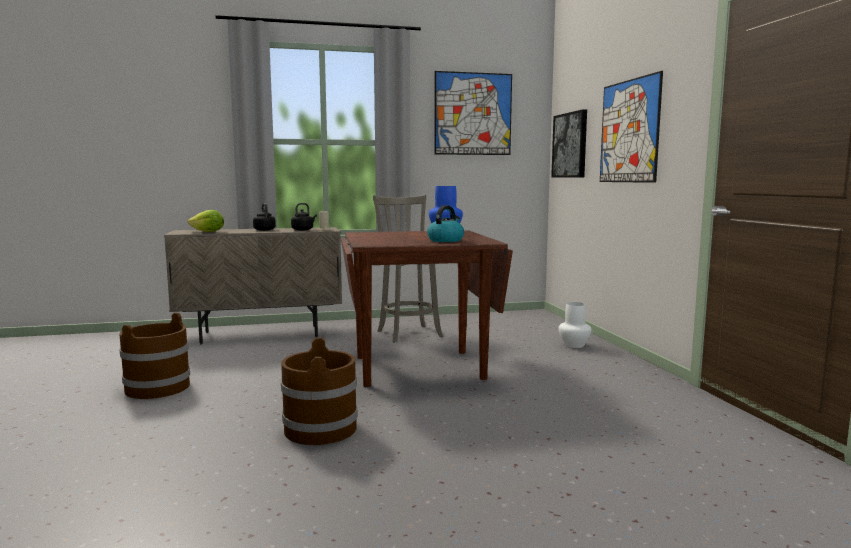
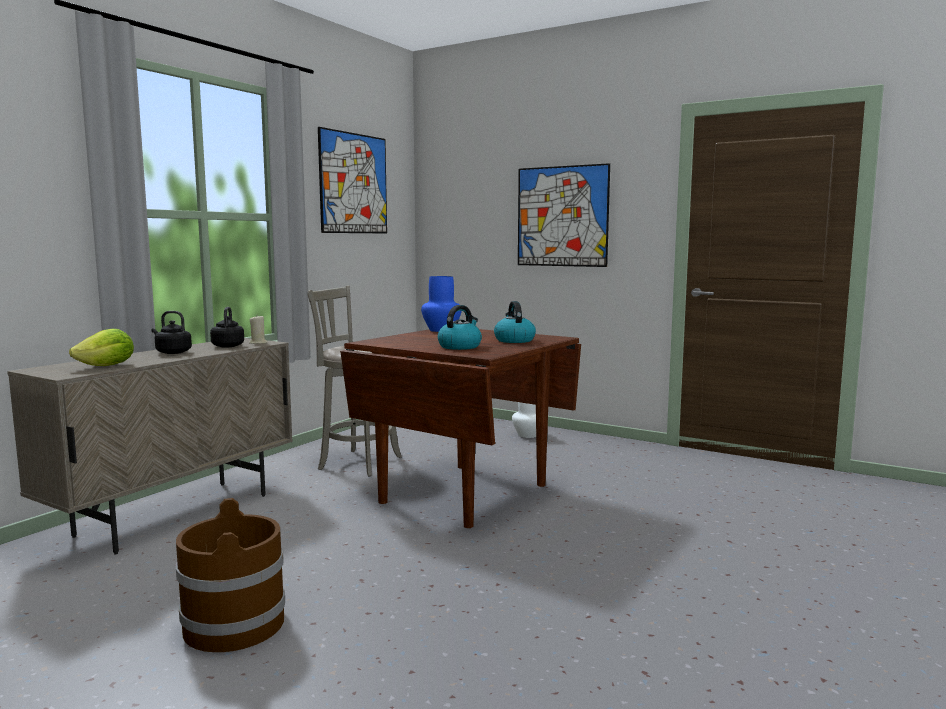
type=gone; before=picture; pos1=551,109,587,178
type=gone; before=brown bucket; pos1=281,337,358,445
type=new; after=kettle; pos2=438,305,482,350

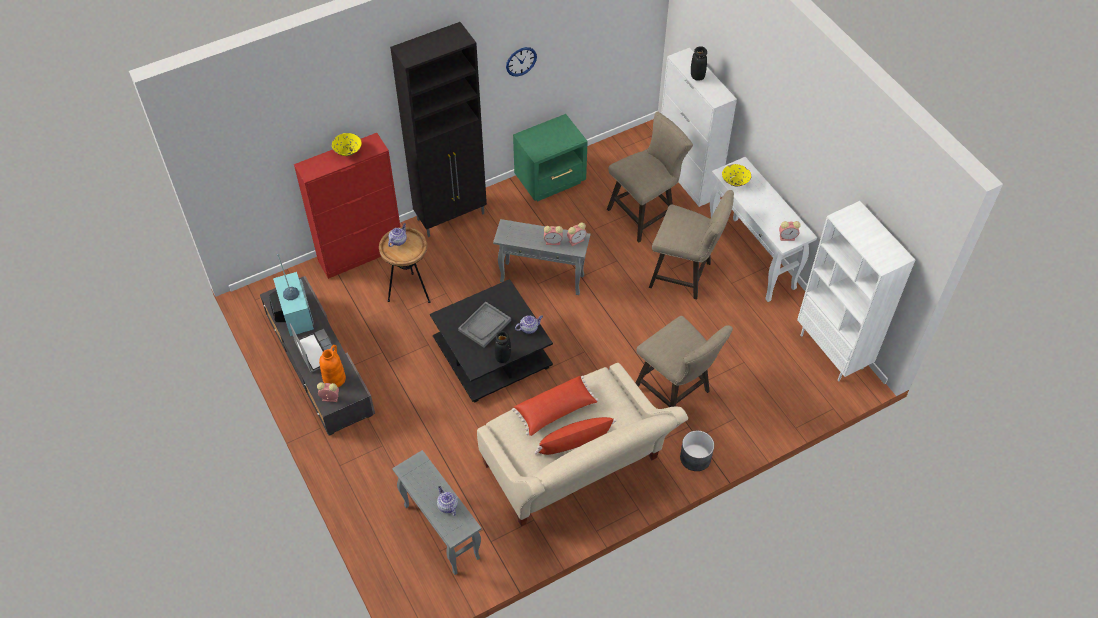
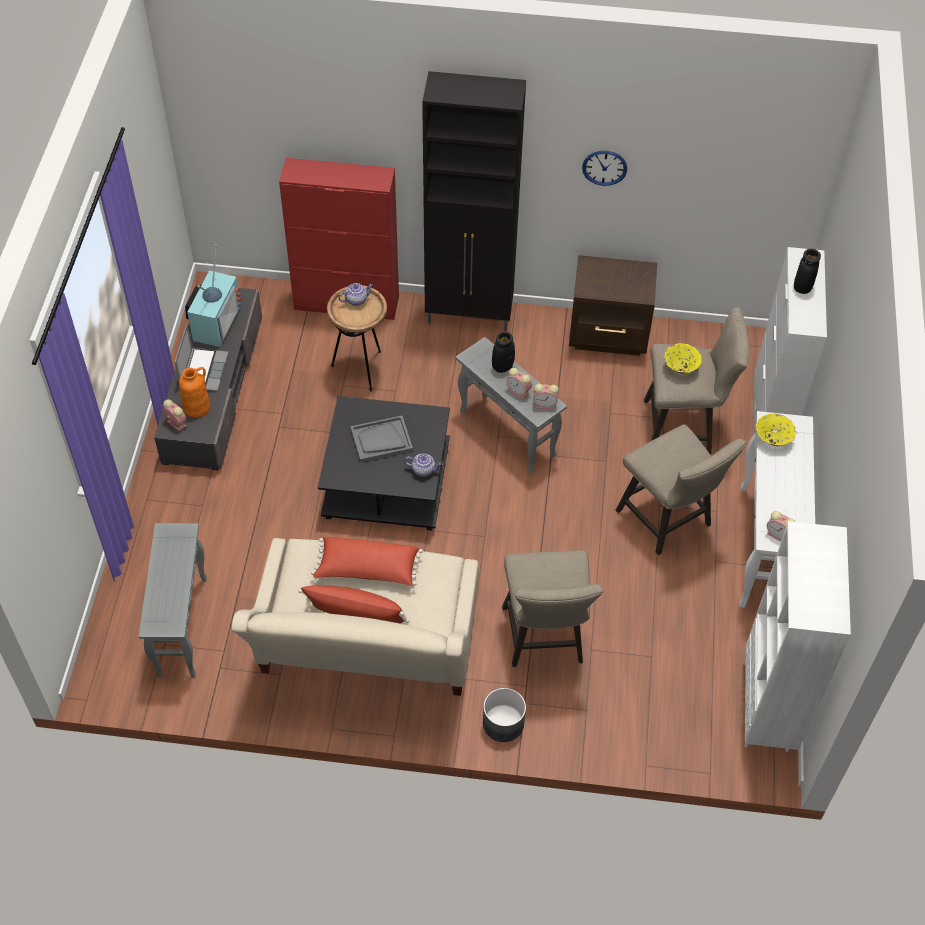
type=repainted; before=green nightstand; after=brown nightstand; pos1=513,114,588,202; pos2=569,255,657,356
type=shifted; before=yellow bowl; pos1=331,133,362,156; pos2=664,343,702,373
type=shifted; before=black vase; pos1=495,331,511,363; pos2=492,332,515,373
type=gone; before=teapot; pos1=437,486,458,516

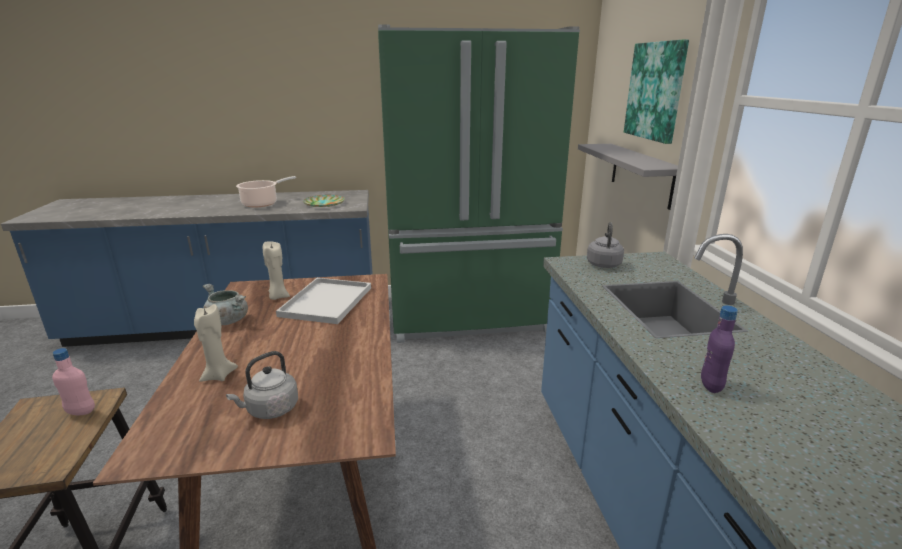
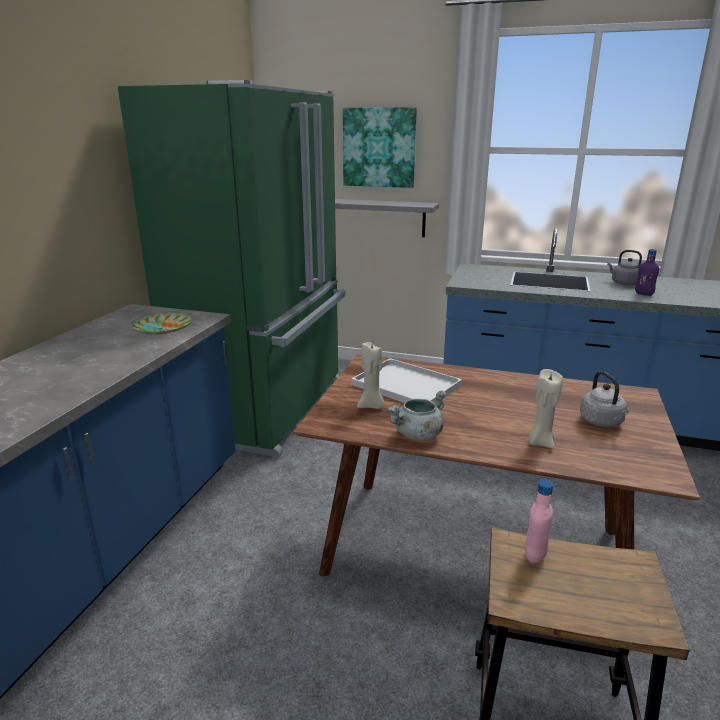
type=gone; before=cooking pot; pos1=236,176,296,207
type=shifted; before=grey kettle; pos1=587,222,624,268; pos2=607,250,642,286

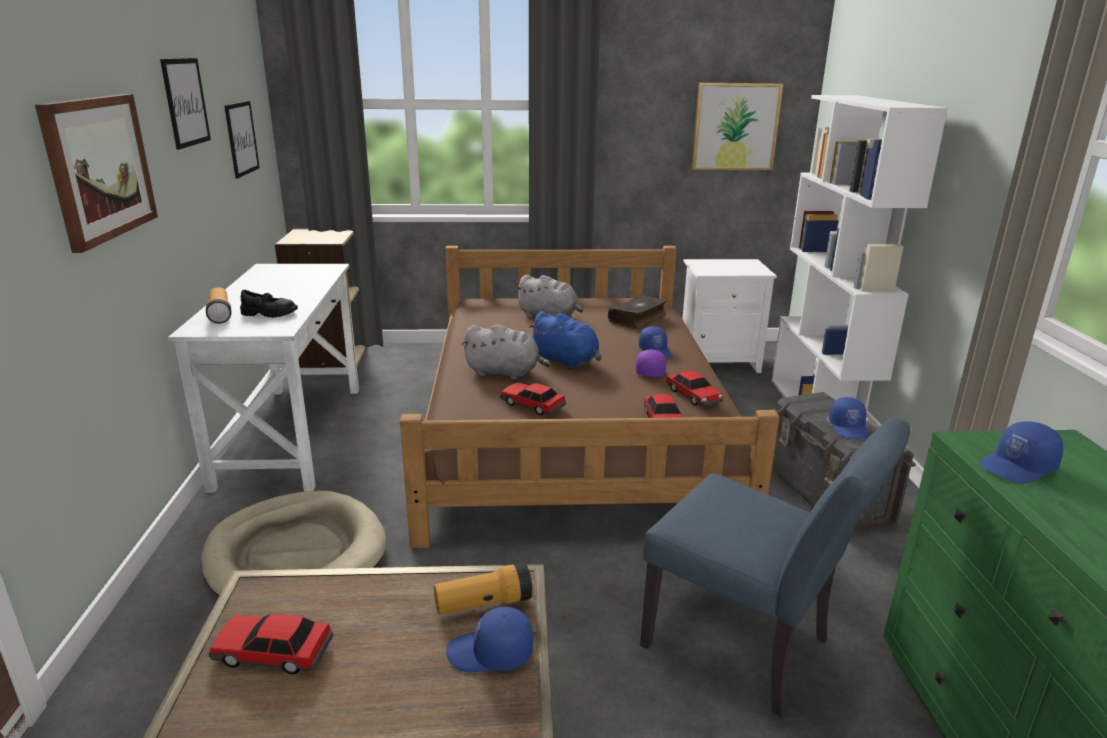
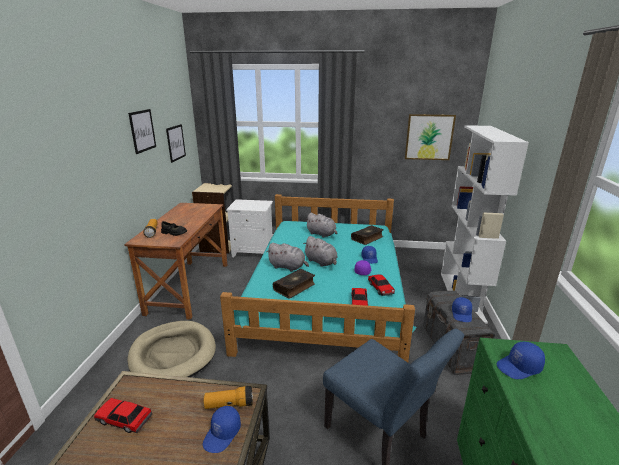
type=gone; before=picture; pos1=35,94,158,253
type=repainted; before=brown bed; after=turquoise bed; pos1=400,246,780,548; pos2=220,194,417,363
type=shifted; before=white nightstand; pos1=682,259,777,373; pos2=226,199,273,257
type=repainted; before=white desk; after=brown desk; pos1=168,264,359,493; pos2=124,203,227,320
type=repainted; before=blue plush toy; after=grey plush toy; pos1=528,311,601,368; pos2=303,236,338,267
type=swapped; before=toy car; after=book; pos1=500,382,566,415; pos2=273,269,315,298
type=rotated; before=blue cap; pos1=446,607,533,672; pos2=203,406,241,453; turn=-75

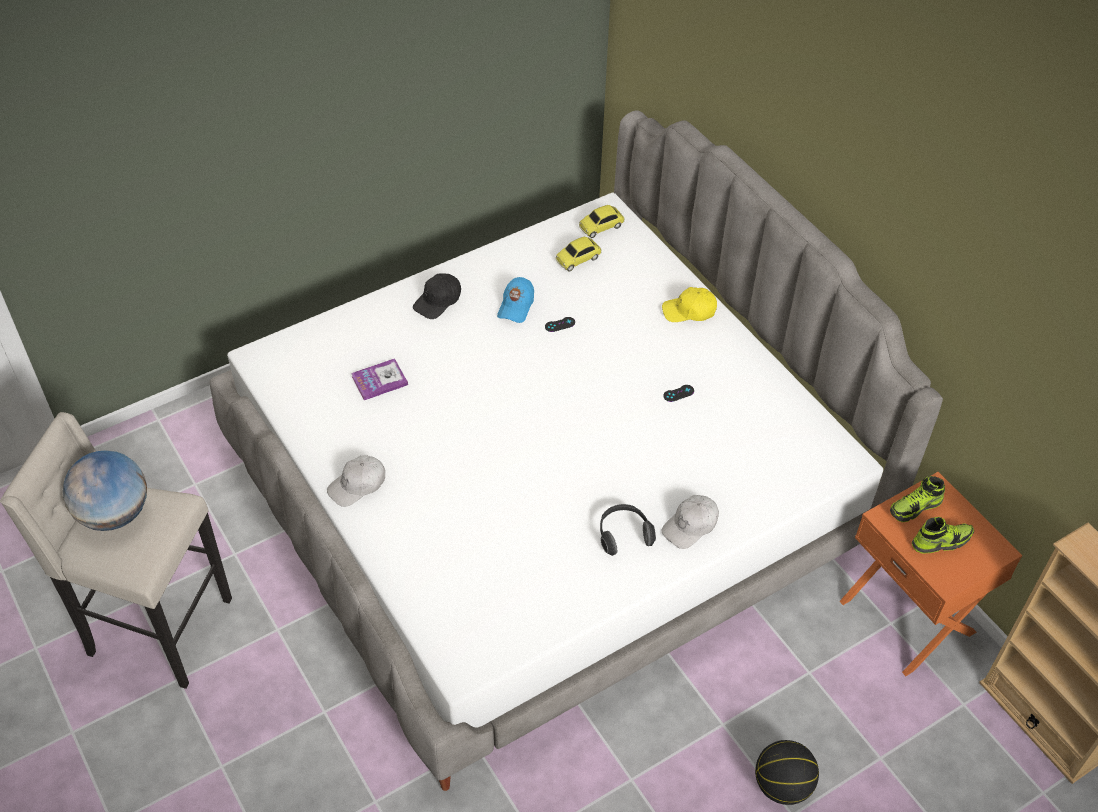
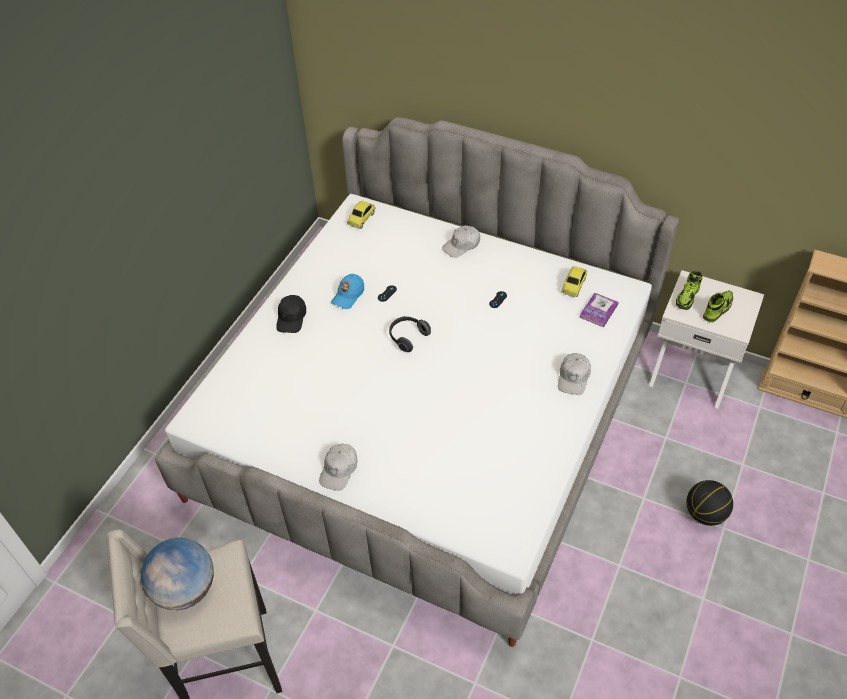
type=shifted; before=toy car; pos1=555,237,602,272; pos2=561,266,587,297
type=rotated; before=blue cap; pos1=497,277,534,323; pos2=331,274,364,309; turn=45
type=repainted; before=yellow cap; after=white cap; pos1=662,287,717,322; pos2=442,225,480,258
type=shifted; before=book; pos1=351,358,408,400; pos2=579,292,619,328
type=repainted; before=orange nightstand; after=white nightstand; pos1=840,472,1022,676; pos2=649,270,764,409
type=shifted; before=headphones; pos1=600,504,656,556; pos2=389,316,431,352

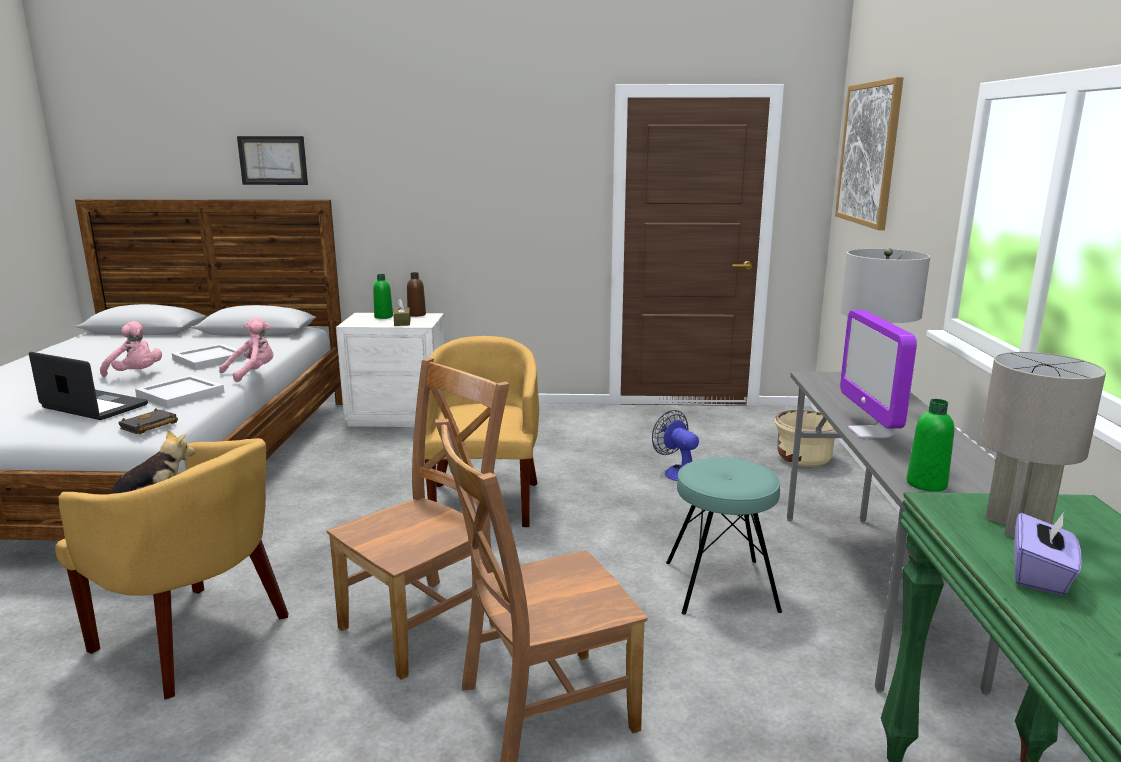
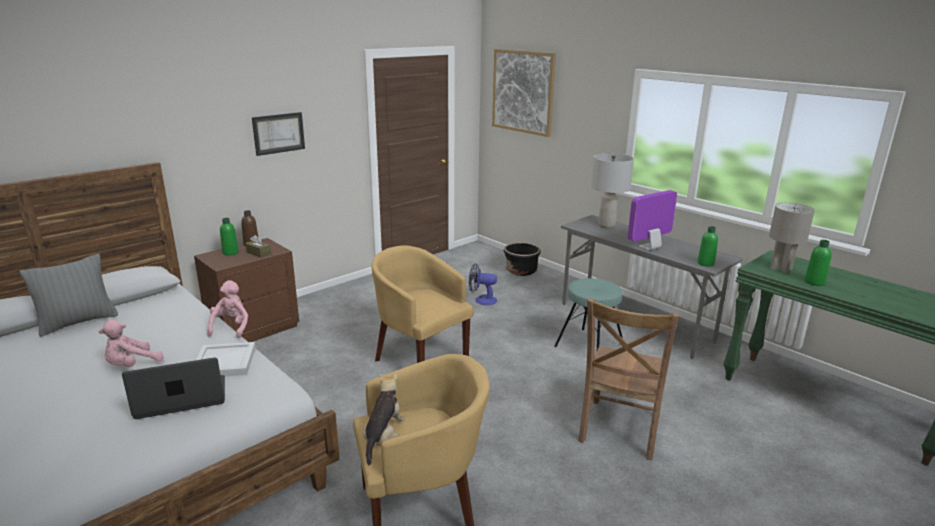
type=shifted; before=picture; pos1=237,136,308,185; pos2=252,112,305,156
type=rotated; before=monitor; pos1=840,310,917,439; pos2=628,190,677,251; turn=105
type=repainted; before=white nightstand; after=brown nightstand; pos1=336,313,445,427; pos2=194,238,299,342
type=rotated; before=pink plush toy; pos1=100,321,162,377; pos2=99,320,164,367; turn=150
type=gone; before=white tray; pos1=172,344,246,370
type=gone; before=brown chair; pos1=327,358,510,680
type=gone; before=black book; pos1=119,409,178,434
type=repainted; before=beige planter; after=black planter; pos1=775,410,836,467; pos2=504,243,541,276
type=swapped; before=purple tissue box; after=green bottle; pos1=1014,512,1082,596; pos2=804,240,832,286
type=new; after=grey pillow; pos2=19,254,118,337

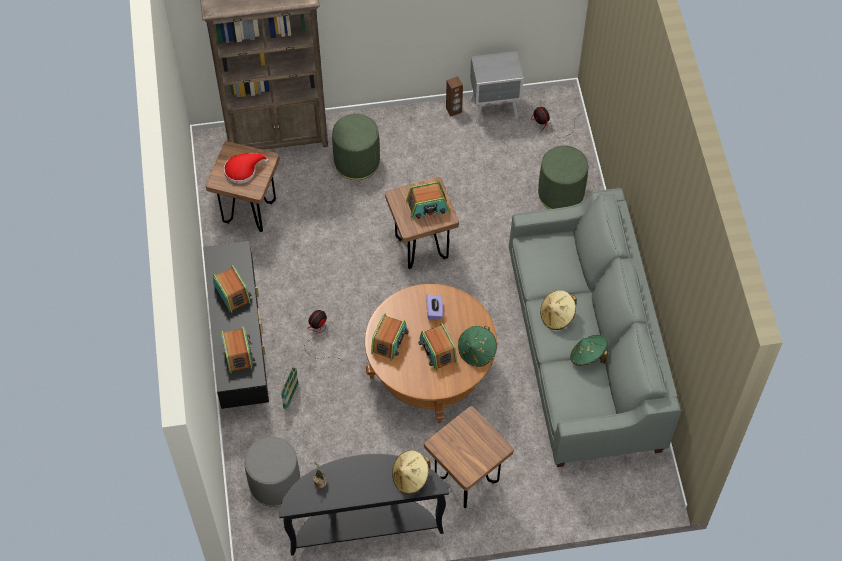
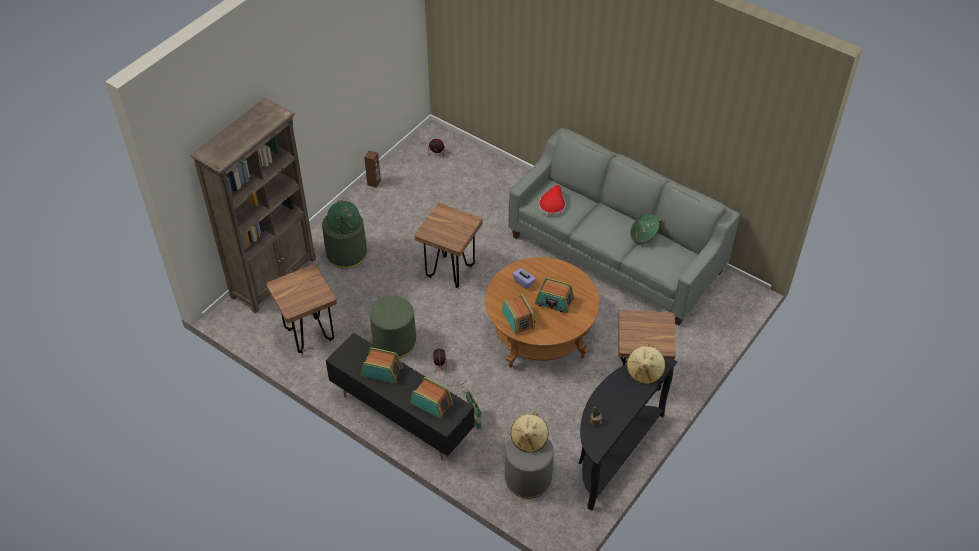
type=gone; before=grey nightstand; pos1=470,51,523,124
type=shifted; before=green ottoman; pos1=538,146,588,209; pos2=370,296,416,358
type=shifted; before=red hat; pos1=224,153,269,184; pos2=539,185,566,216
type=gone; before=radio; pos1=406,181,449,219
type=shifted; before=beige hat; pos1=540,290,577,330; pos2=511,412,548,453
type=shifted; before=green hat; pos1=458,326,497,367; pos2=327,200,360,234

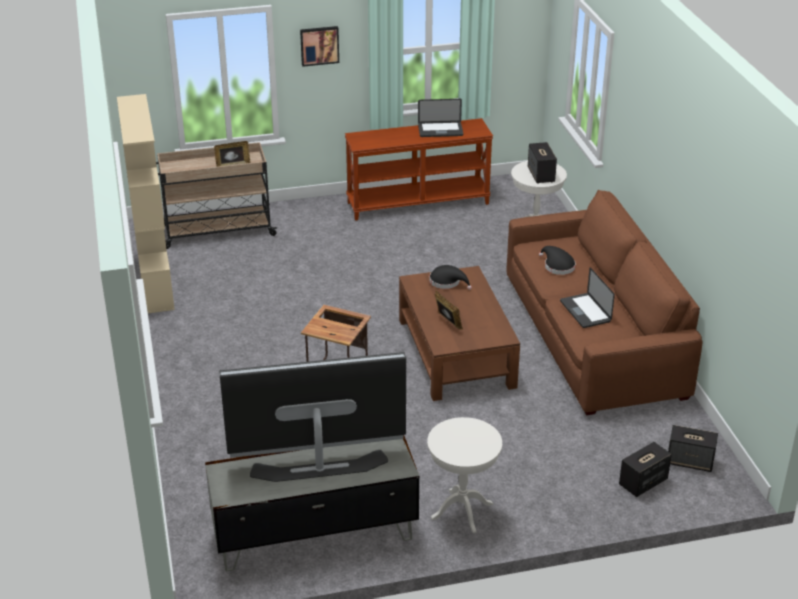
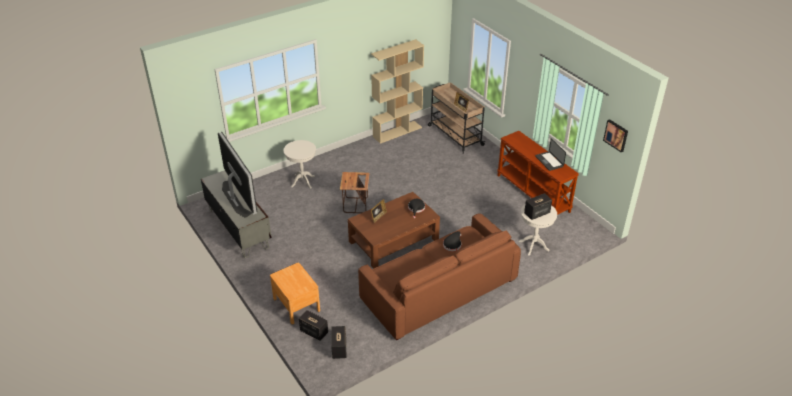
type=shifted; before=picture; pos1=300,26,339,67; pos2=603,119,628,152
type=gone; before=laptop; pos1=560,268,615,328
type=shifted; before=white side table; pos1=427,417,502,533; pos2=284,140,316,189
type=new; after=brown nightstand; pos2=270,262,320,324

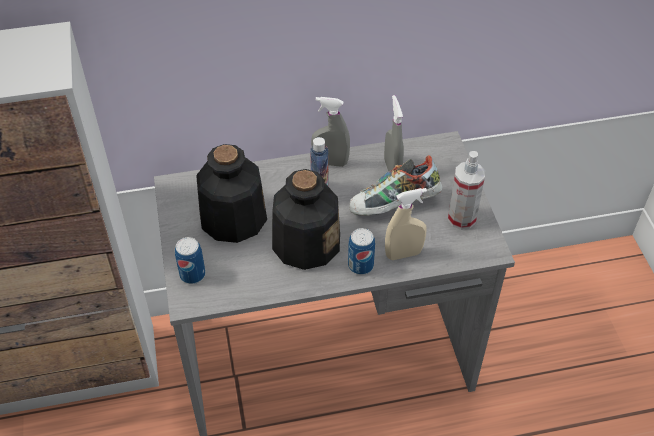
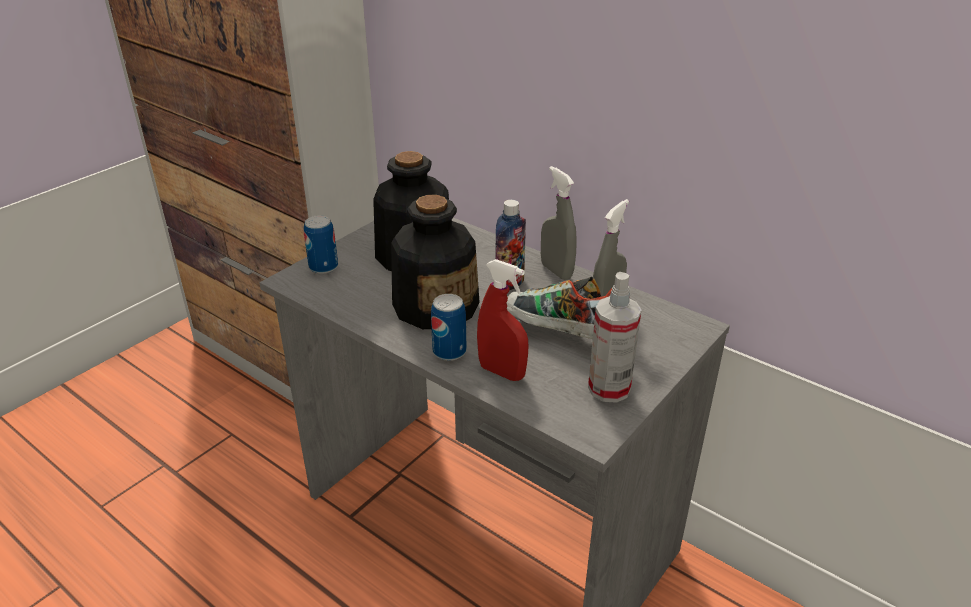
type=repainted; before=beige spray bottle; after=red spray bottle; pos1=385,188,427,260; pos2=477,259,528,381

